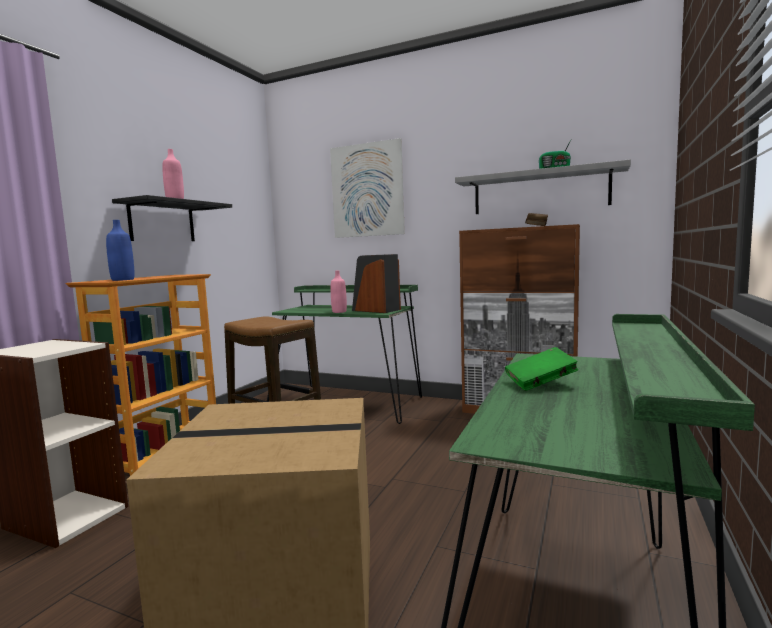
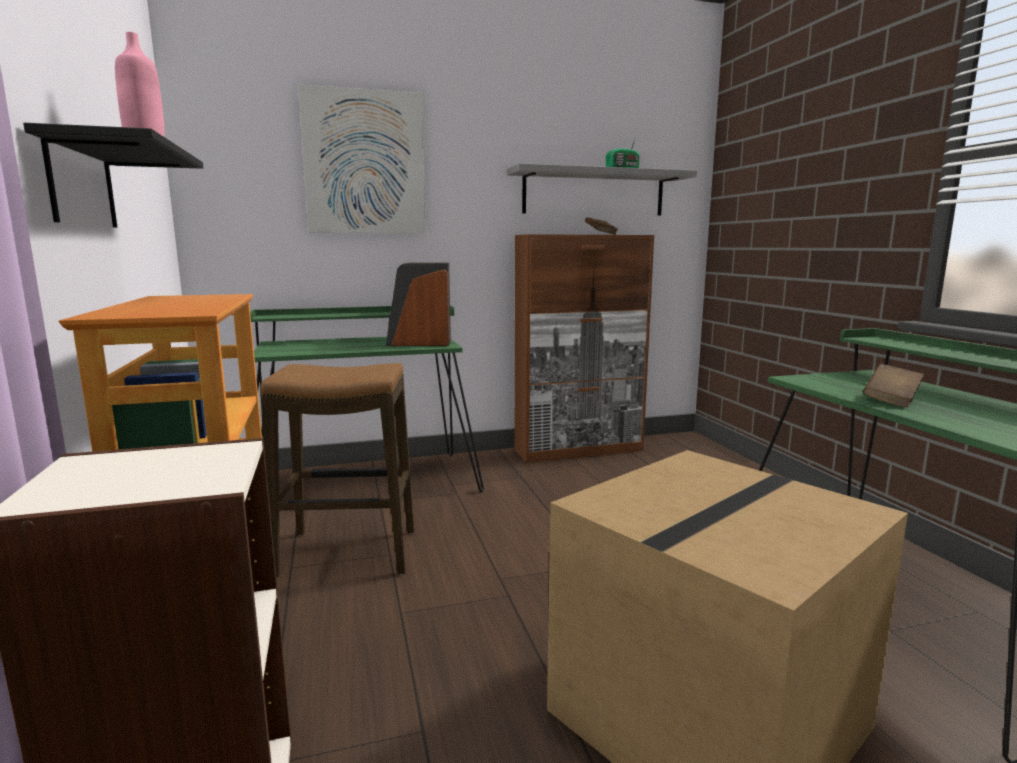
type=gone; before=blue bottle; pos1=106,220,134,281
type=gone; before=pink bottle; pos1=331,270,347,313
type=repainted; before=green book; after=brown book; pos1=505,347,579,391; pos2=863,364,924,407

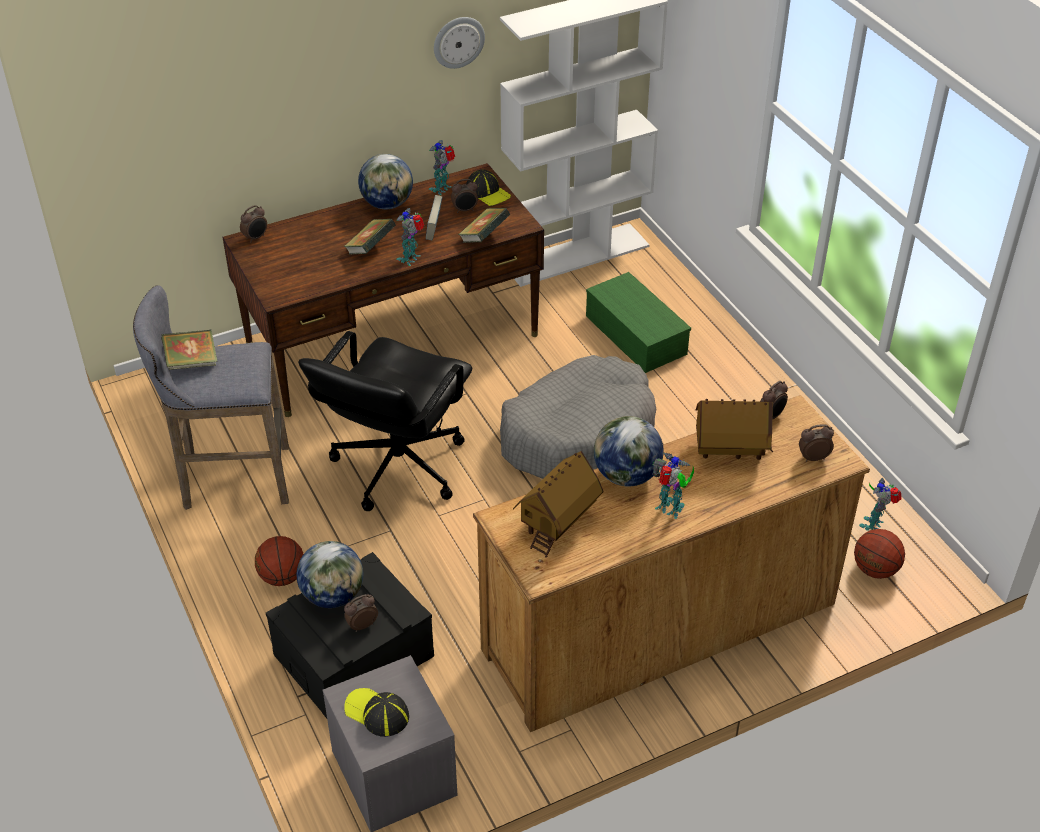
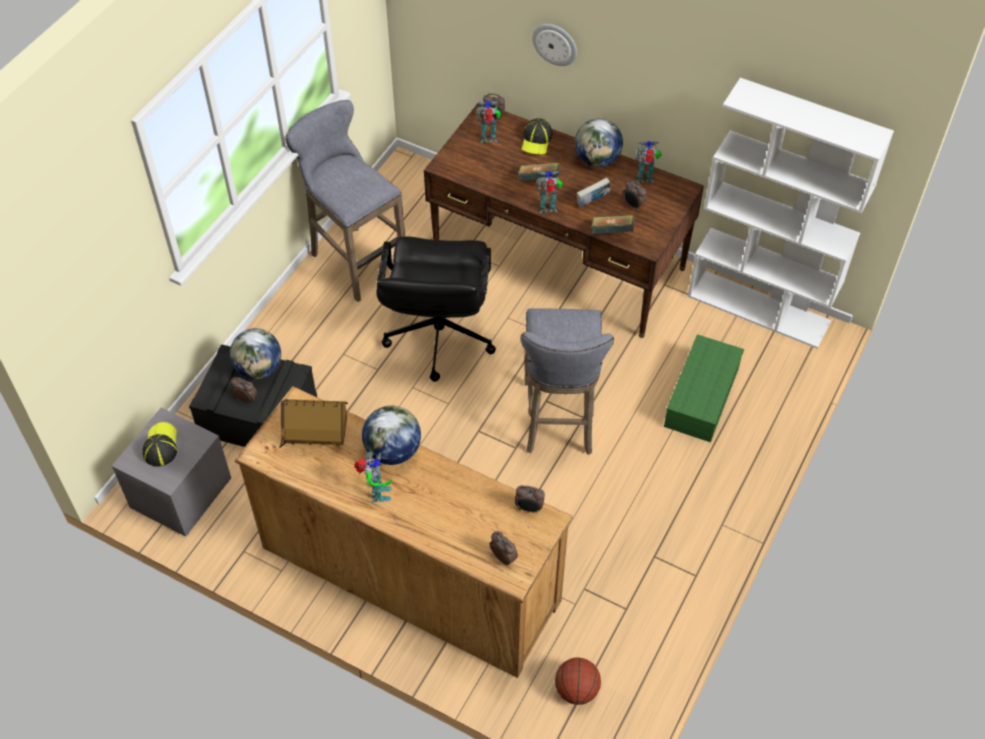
type=shifted; before=wall clock; pos1=434,17,485,69; pos2=532,24,577,66
type=shifted; before=cap; pos1=466,169,511,206; pos2=522,118,553,155
type=gone; before=book; pos1=161,329,218,370
type=rotated; before=black office chair; pos1=298,331,472,511; pos2=376,236,496,382; turn=-75
type=swapped; before=grey dog bed; after=grey stool; pos1=500,355,656,479; pos2=521,308,614,455
type=gone; before=toy house; pos1=696,399,773,460
type=shifted; before=toy robot; pos1=859,478,902,531; pos2=476,101,502,143
type=gone; before=basketball; pos1=255,536,303,586

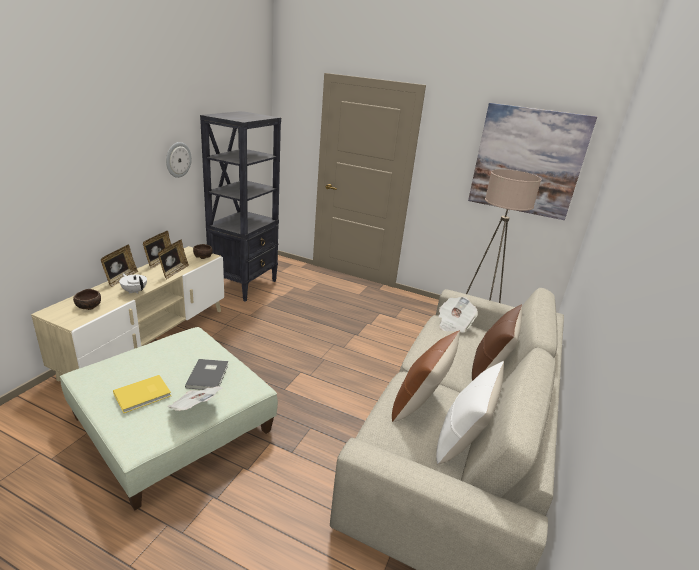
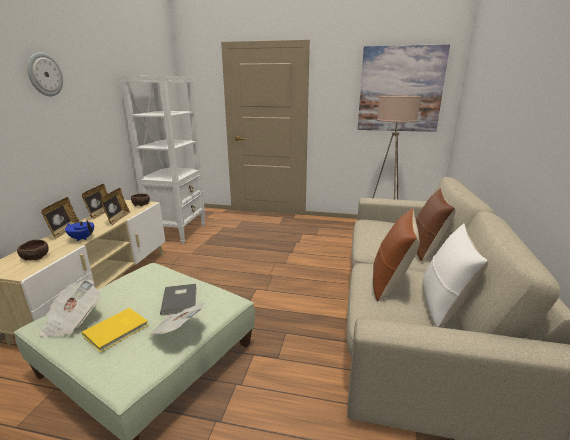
type=repainted; before=black bookcase; after=white bookcase; pos1=200,111,281,302; pos2=120,76,205,244
type=shifted; before=wall clock; pos1=166,142,192,178; pos2=27,52,63,96
type=repainted; before=white teapot; after=blue teapot; pos1=119,273,147,294; pos2=65,220,94,241
type=shifted; before=newspaper; pos1=438,297,478,333; pos2=39,280,100,337

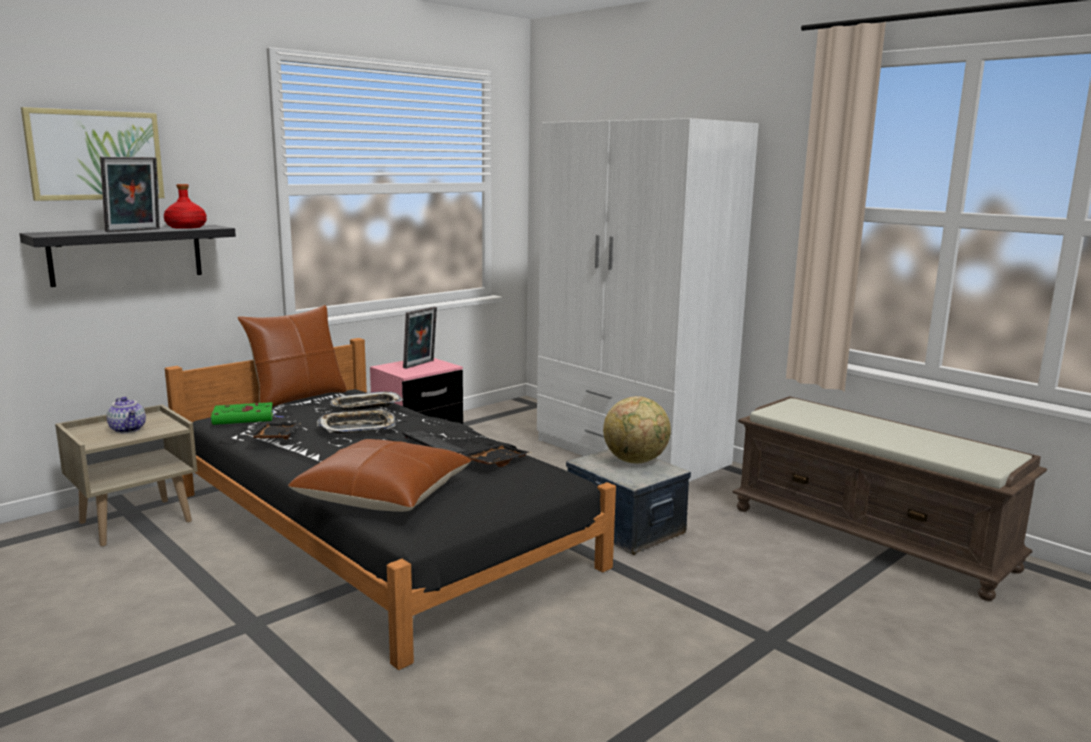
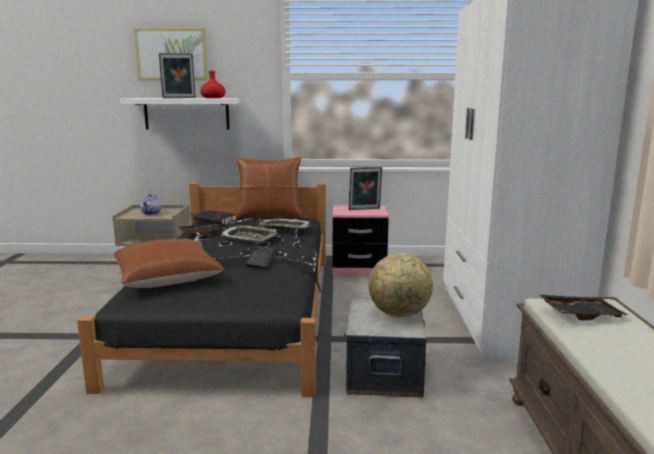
type=repainted; before=black shelf; after=white shelf; pos1=20,225,236,287; pos2=120,98,240,130
type=repainted; before=green book; after=black book; pos1=211,402,283,425; pos2=194,210,237,225
type=shifted; before=black tray; pos1=459,443,531,467; pos2=538,294,630,320

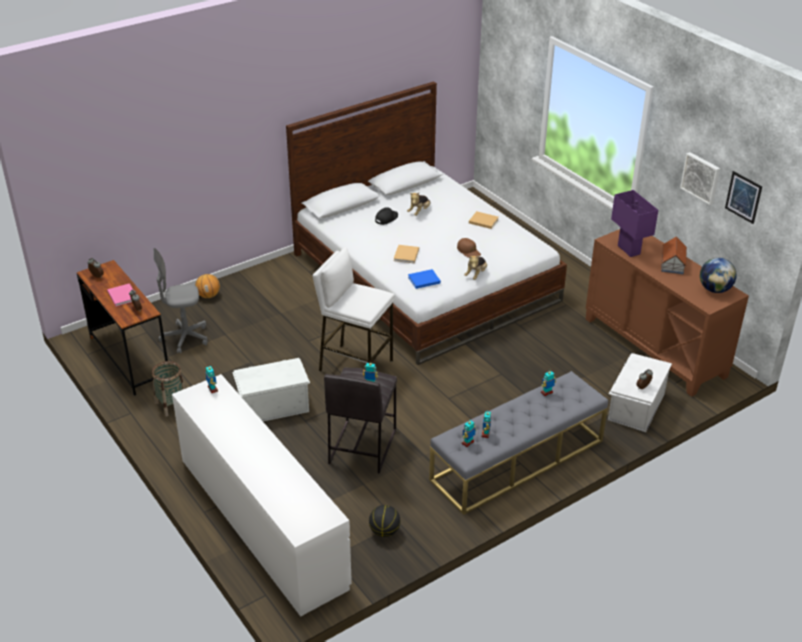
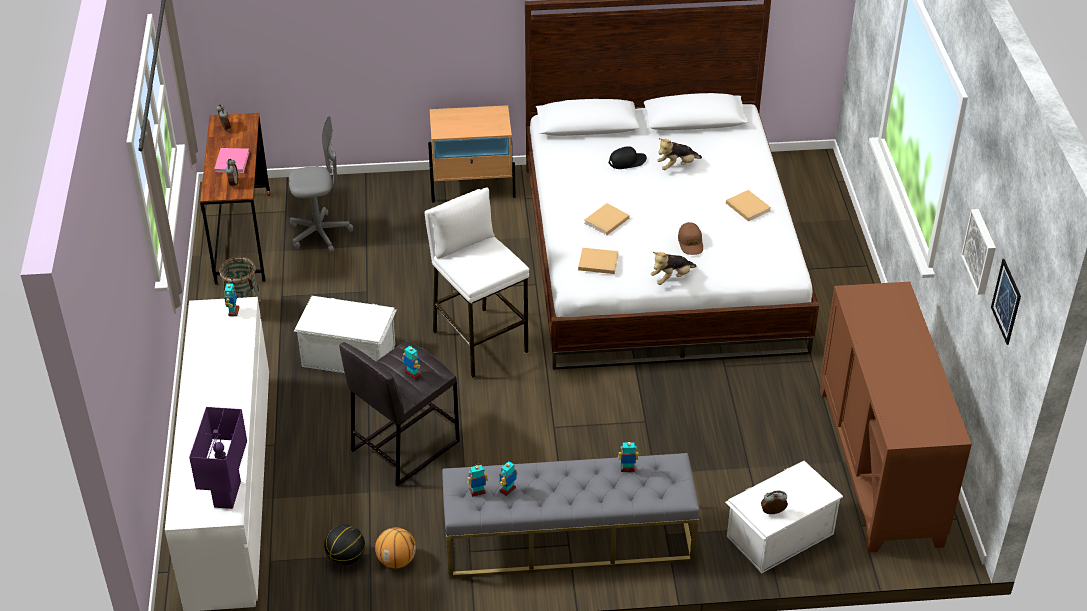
type=shifted; before=purple table lamp; pos1=611,190,658,257; pos2=189,407,247,509
type=gone; before=toy house; pos1=661,236,687,274
type=rotated; before=grey office chair; pos1=153,248,208,353; pos2=289,116,353,253; turn=150
type=gone; before=globe; pos1=700,258,737,293
type=repainted; before=blue book; after=beige book; pos1=408,269,441,289; pos2=578,248,619,274
type=shifted; before=basketball; pos1=195,274,220,298; pos2=375,527,416,568
type=new; after=beige nightstand; pos2=428,105,516,202

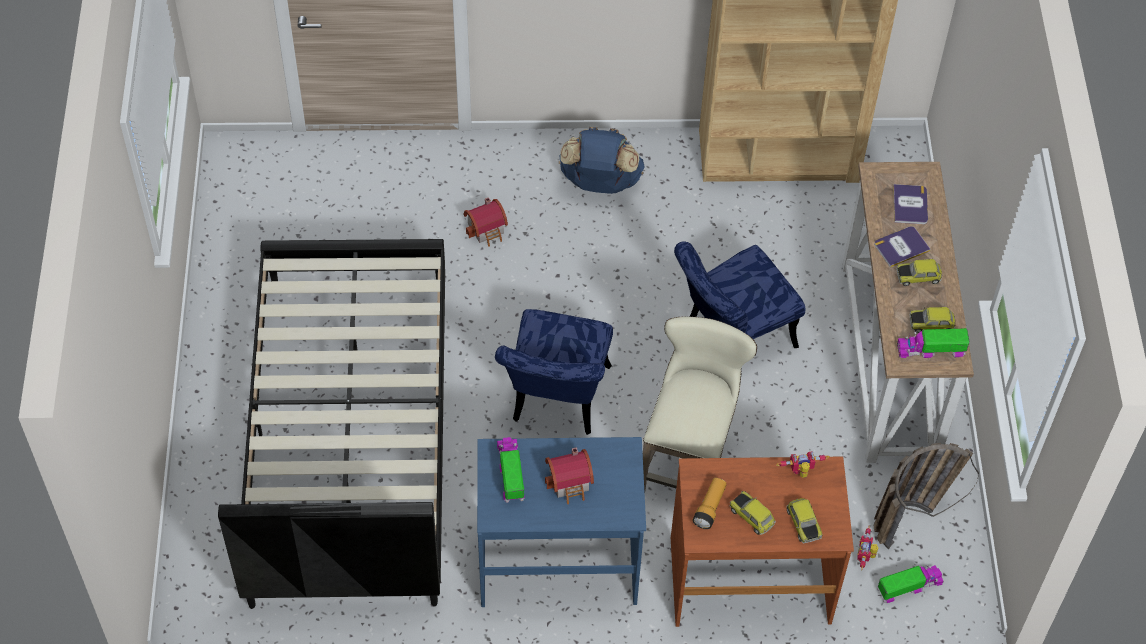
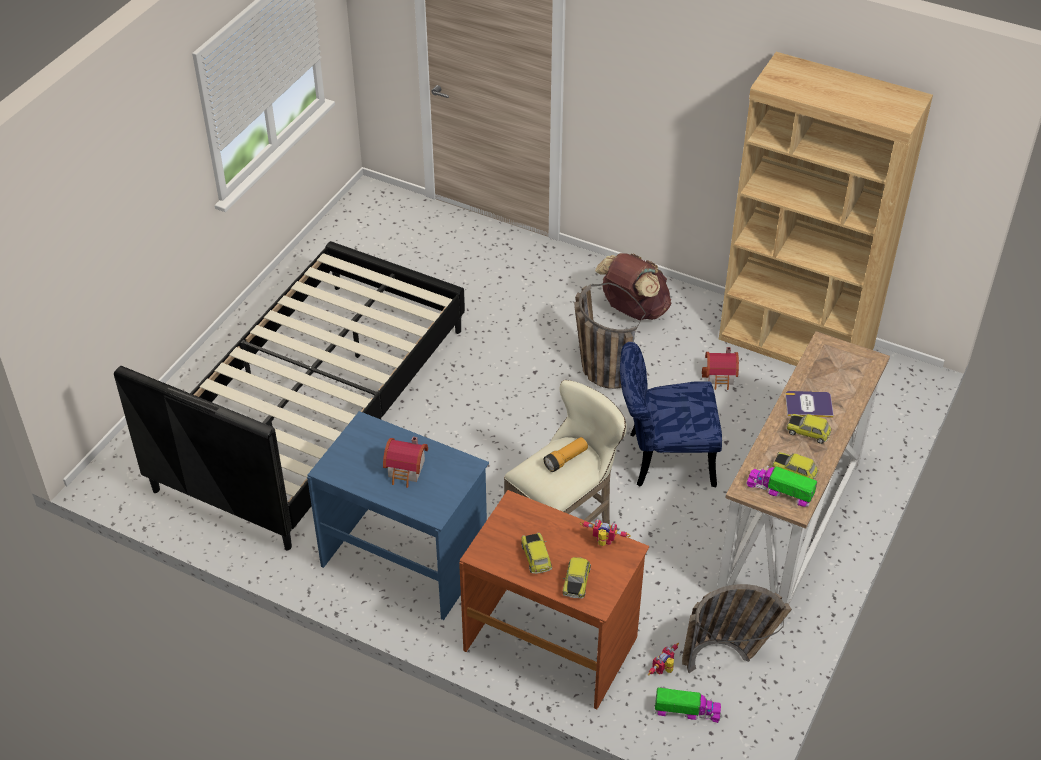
type=repainted; before=blue backpack; after=brown backpack; pos1=559,127,645,194; pos2=595,253,671,320
type=gone; before=book; pos1=893,184,928,224
type=shifted; before=toy house; pos1=463,197,508,247; pos2=702,347,739,390
type=gone; before=blue chair; pos1=495,309,613,435
type=gone; before=toy truck; pos1=497,437,525,503
type=shifted; before=flashlight; pos1=693,478,727,529; pos2=543,437,588,472
type=new; after=basket; pos2=574,282,646,389

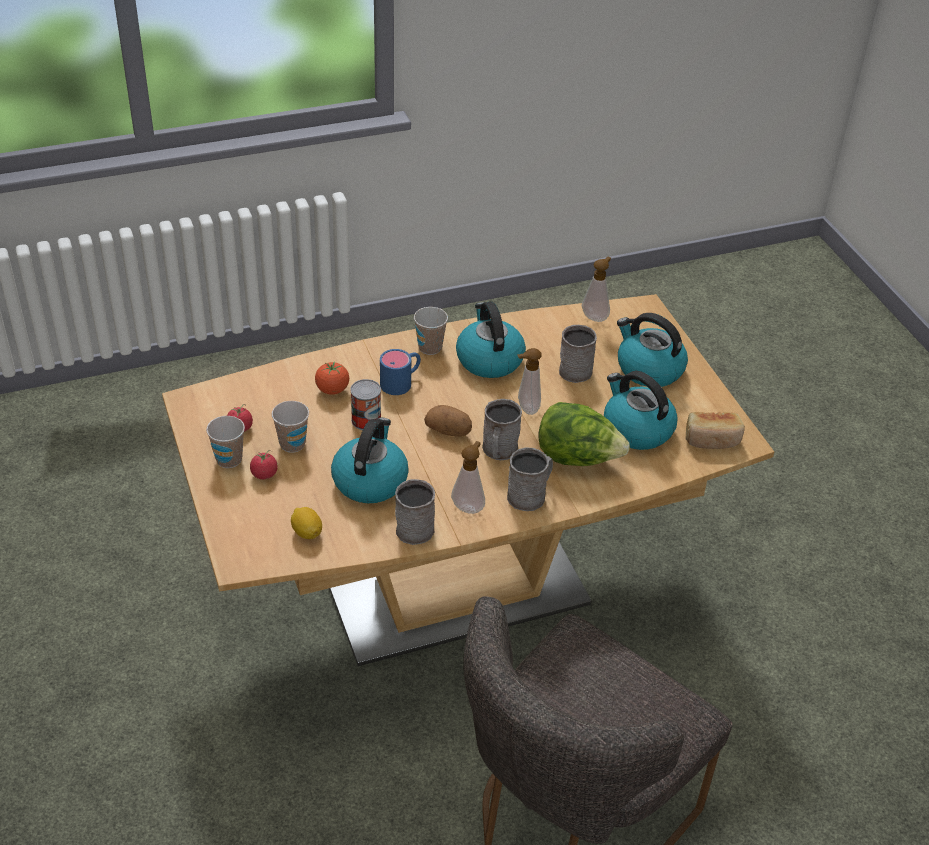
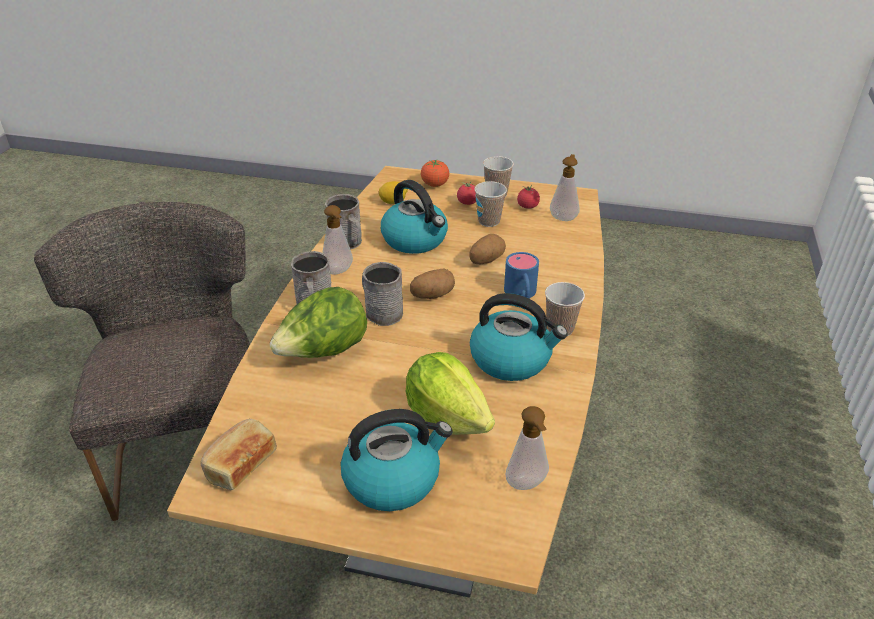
type=swapped; before=grey mug; after=lettuce; pos1=559,325,597,383; pos2=405,352,495,435
type=shifted; before=soap dispenser; pos1=517,348,542,415; pos2=550,154,580,221
type=shifted; before=tomato; pos1=315,361,349,395; pos2=421,160,449,187
type=gone; before=kettle; pos1=604,371,678,450
type=swapped; before=can; after=potato; pos1=350,379,381,430; pos2=470,234,506,264

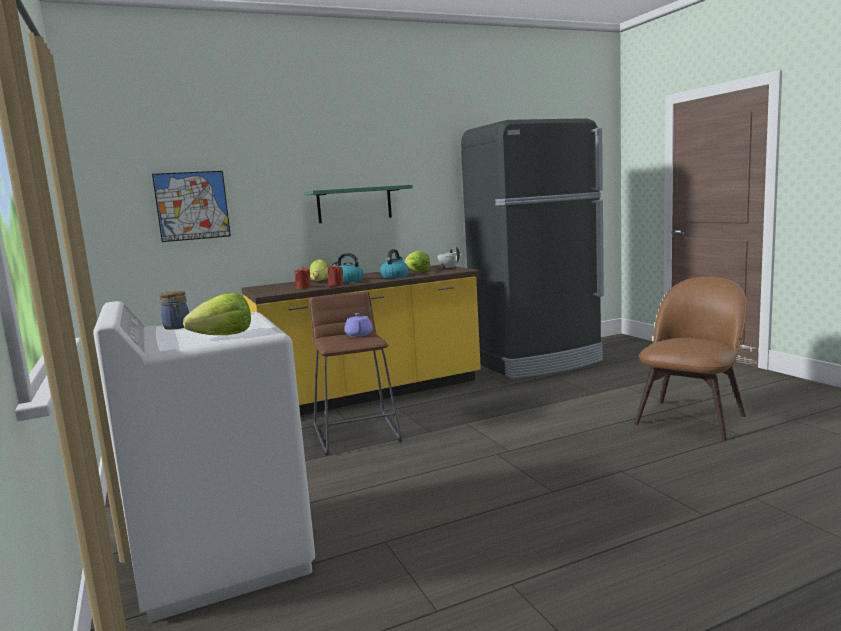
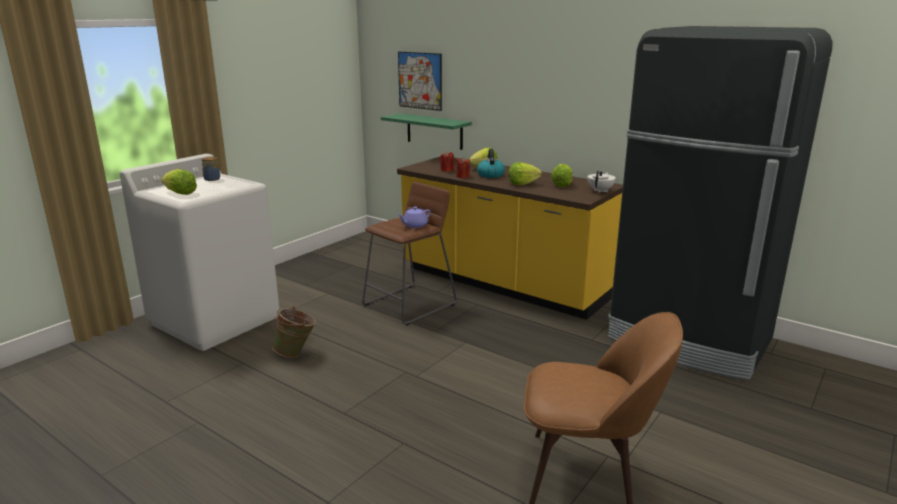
type=shifted; before=green shelf; pos1=304,185,413,223; pos2=381,113,472,150
type=swapped; before=kettle; after=lettuce; pos1=380,249,409,278; pos2=508,162,542,185
type=new; after=green bucket; pos2=273,306,317,358

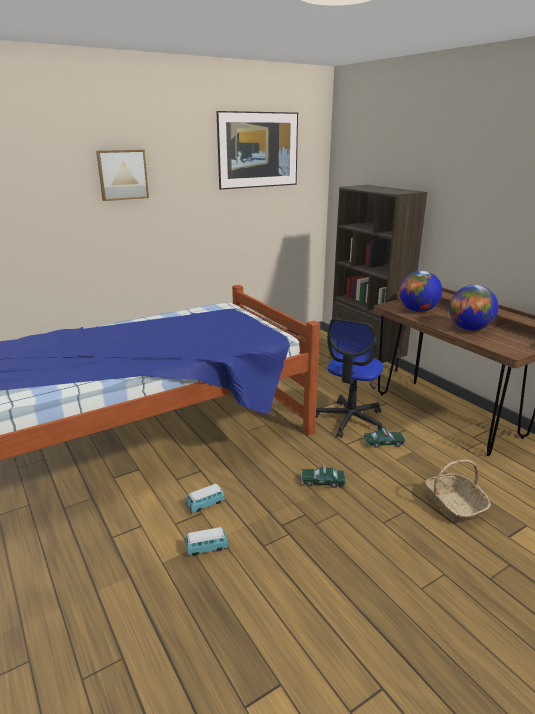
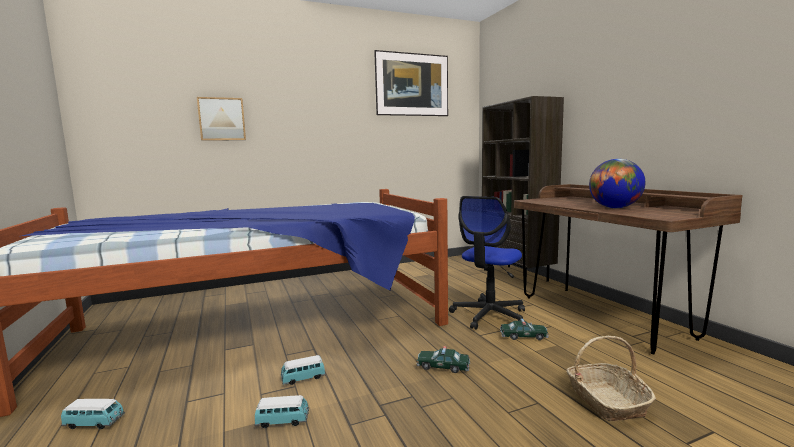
type=shifted; before=picture; pos1=96,150,149,201; pos2=197,97,246,141
type=gone; before=globe; pos1=399,270,442,312
type=new; after=toy car; pos2=61,399,125,429

